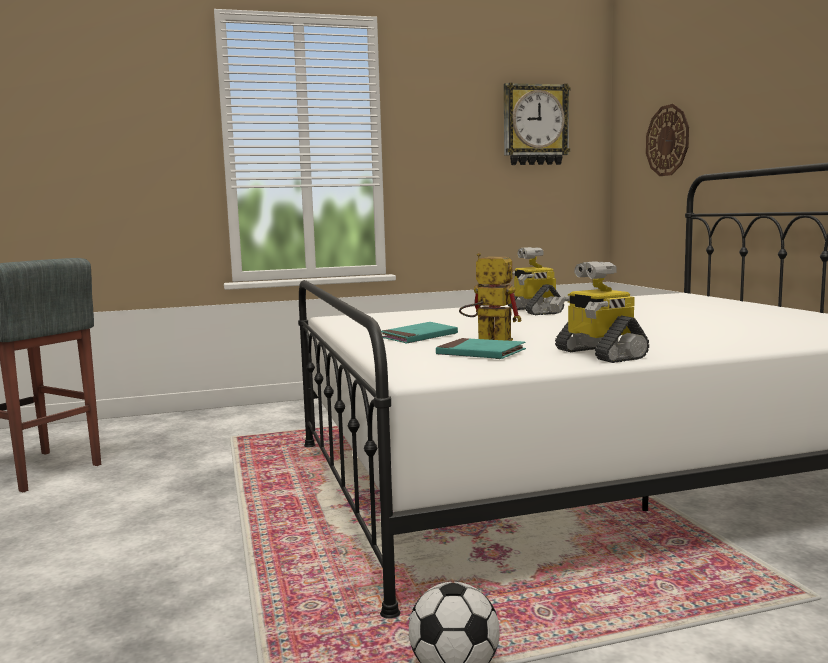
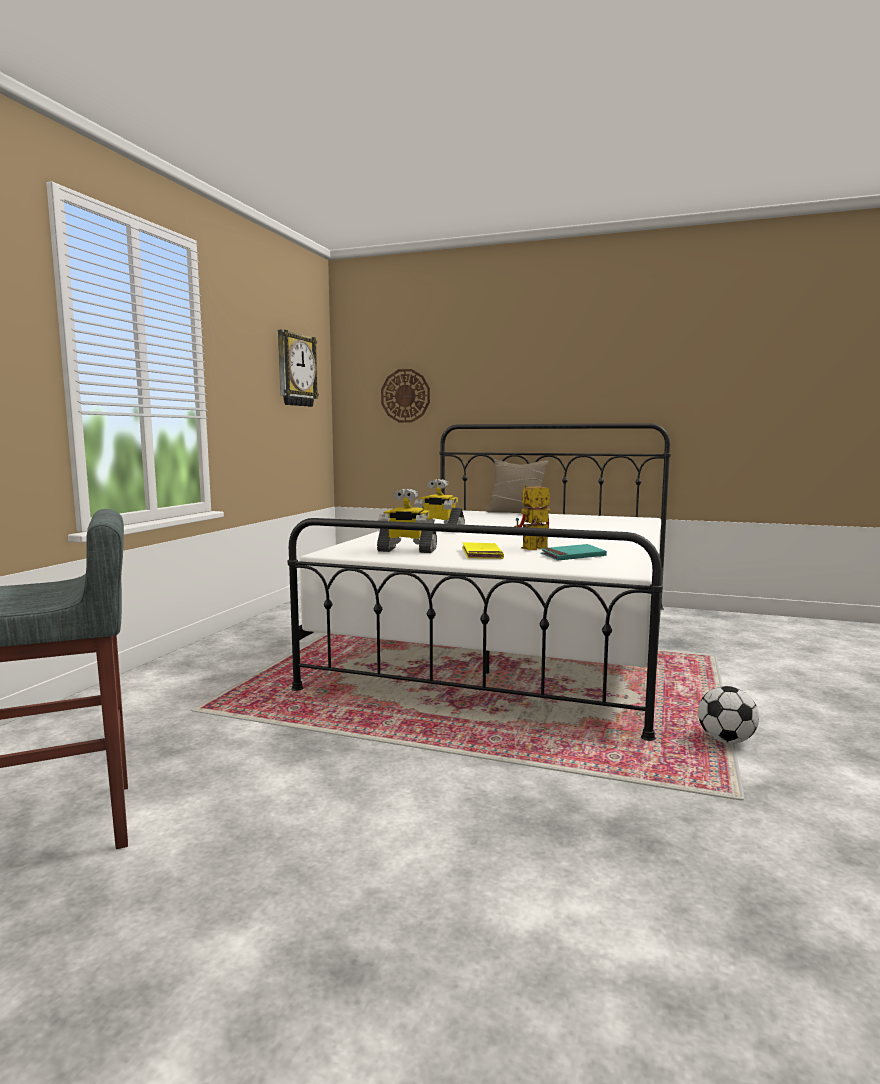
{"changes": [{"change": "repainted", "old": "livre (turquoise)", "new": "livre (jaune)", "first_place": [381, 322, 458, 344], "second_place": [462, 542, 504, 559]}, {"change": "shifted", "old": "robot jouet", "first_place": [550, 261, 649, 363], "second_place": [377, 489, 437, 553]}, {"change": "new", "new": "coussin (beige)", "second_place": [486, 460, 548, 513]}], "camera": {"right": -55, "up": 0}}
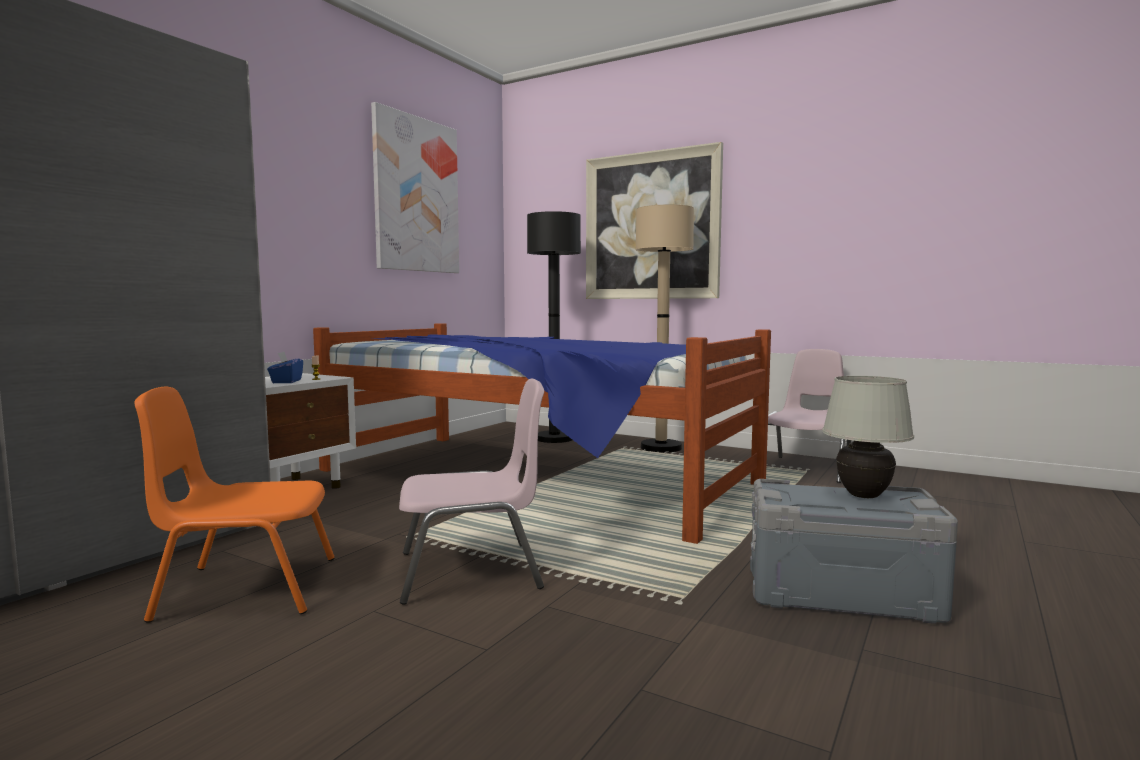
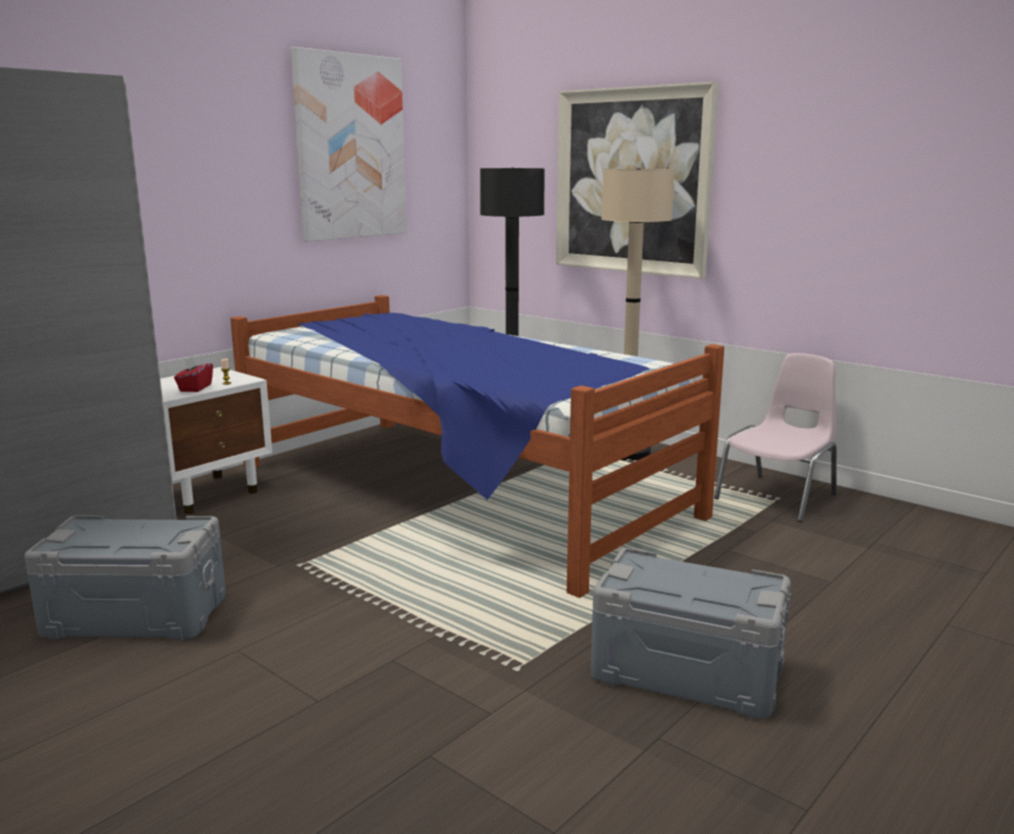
{"changes": [{"change": "swapped", "old": "chaise (orange)", "new": "boîte de rangement (gris)", "first_place": [134, 386, 335, 623], "second_place": [24, 515, 226, 640]}, {"change": "repainted", "old": "boîte à mouchoirs (bleu)", "new": "boîte à mouchoirs (rouge)", "first_place": [267, 352, 303, 383], "second_place": [174, 356, 213, 392]}, {"change": "gone", "old": "chaise (rose)", "first_place": [399, 378, 544, 605]}, {"change": "gone", "old": "lampe de table (blanc)", "first_place": [822, 376, 914, 498]}], "camera": {"right": 10, "up": 10}}
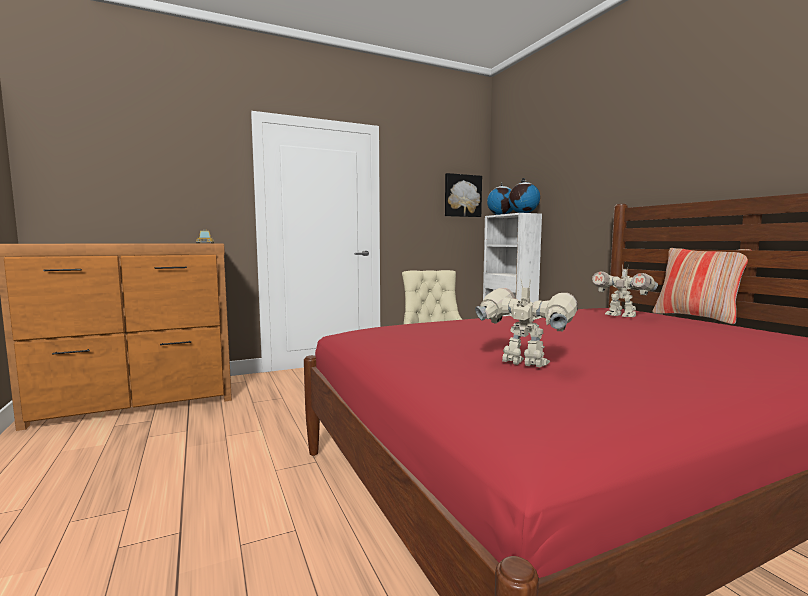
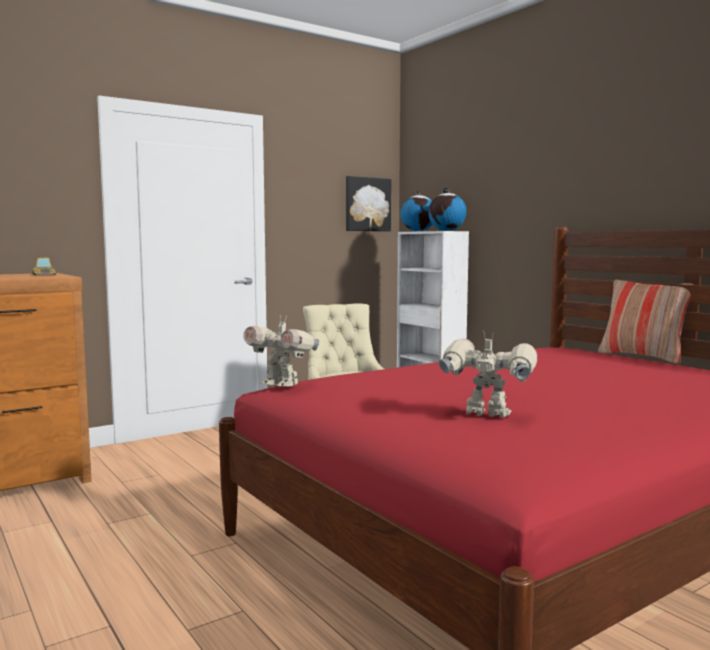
{"changes": [{"change": "shifted", "old": "robot jouet", "first_place": [592, 264, 658, 317], "second_place": [243, 316, 320, 387]}], "camera": {"right": -10, "up": 0}}
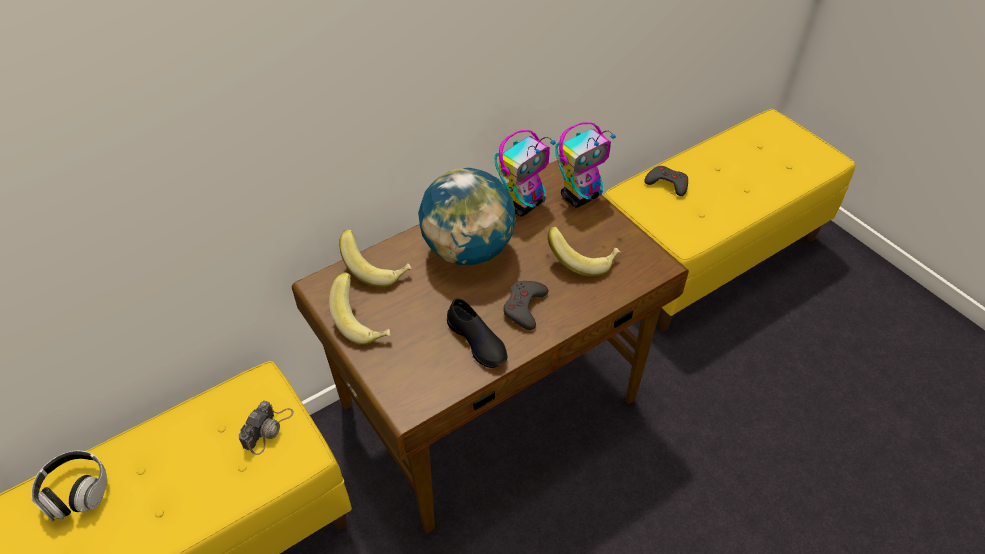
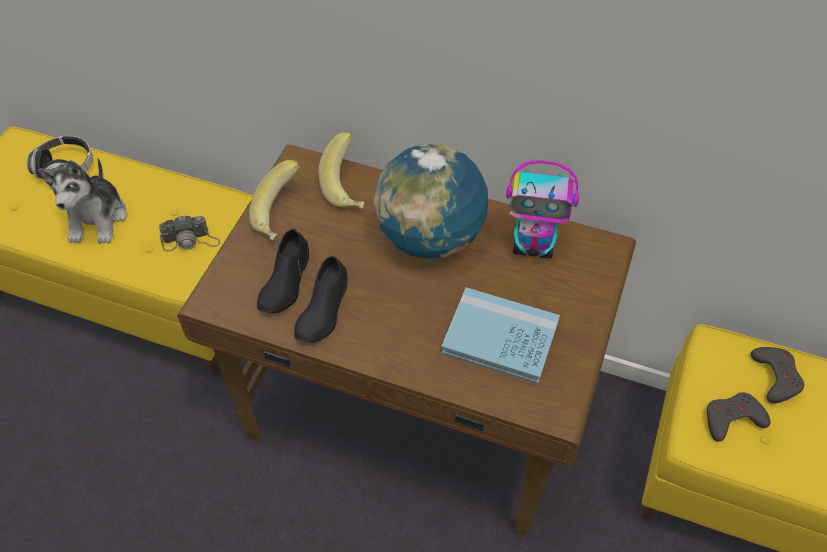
{"changes": [{"change": "shifted", "old": "manette (gris)", "first_place": [503, 281, 548, 330], "second_place": [707, 392, 770, 442]}, {"change": "swapped", "old": "banane", "new": "livre (bleu)", "first_place": [548, 227, 620, 276], "second_place": [441, 287, 560, 384]}, {"change": "gone", "old": "robot jouet", "first_place": [555, 122, 616, 208]}, {"change": "new", "new": "peluche", "second_place": [38, 159, 127, 244]}, {"change": "new", "new": "chaussure (noir)", "second_place": [257, 229, 309, 313]}], "camera": {"right": 55, "up": 5}}
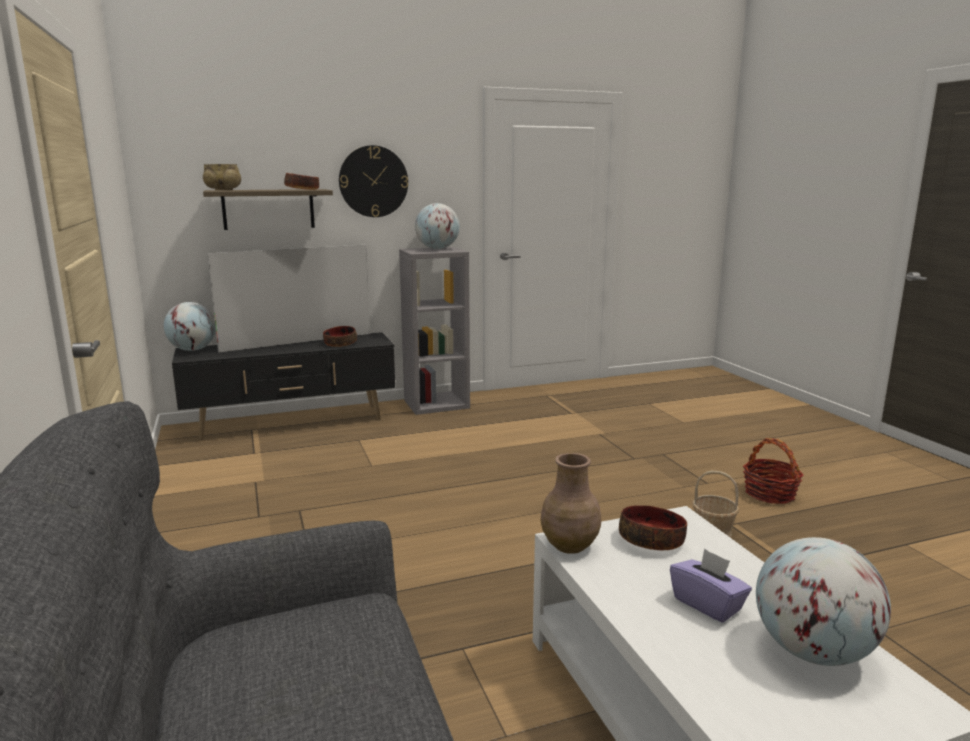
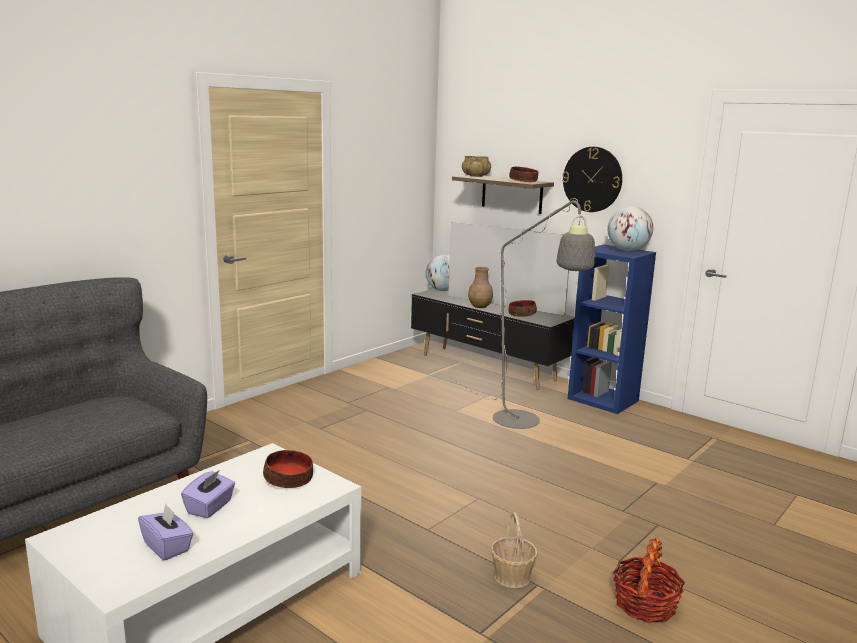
{"changes": [{"change": "repainted", "old": "bibliothèque (gris)", "new": "bibliothèque (bleu)", "first_place": [399, 247, 470, 415], "second_place": [568, 244, 656, 414]}, {"change": "shifted", "old": "vase (marron)", "first_place": [541, 453, 601, 554], "second_place": [468, 267, 493, 308]}, {"change": "swapped", "old": "globe", "new": "boîte à mouchoirs (violet)", "first_place": [756, 537, 891, 666], "second_place": [138, 504, 193, 560]}, {"change": "new", "new": "lampadaire (gris)", "second_place": [450, 198, 595, 429]}], "camera": {"right": 60, "up": 0}}
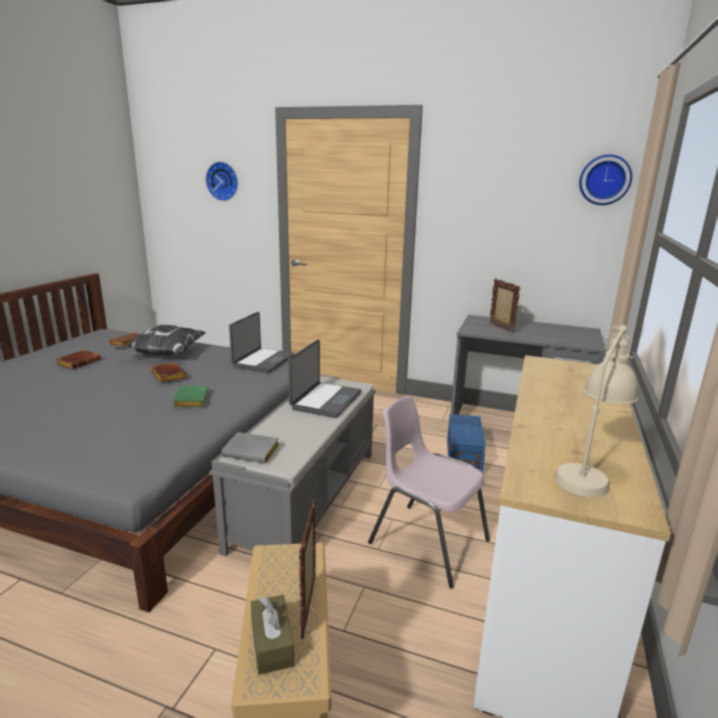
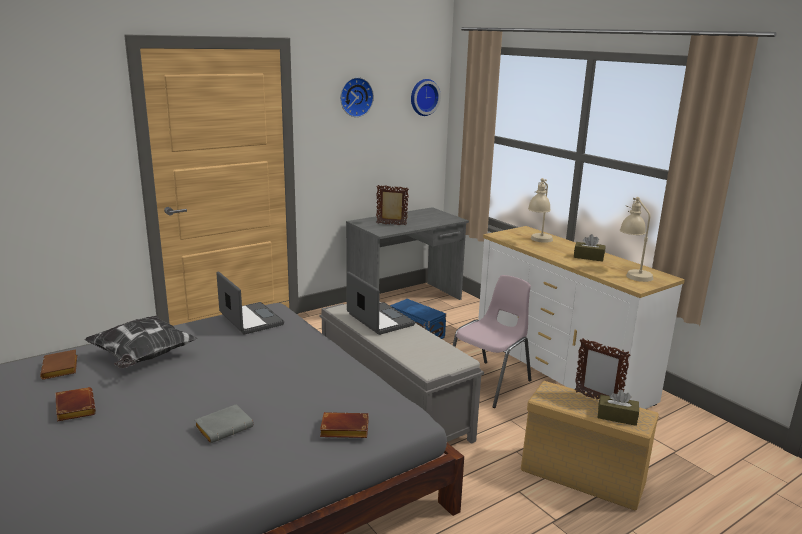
{"changes": [{"change": "shifted", "old": "livre (marron)", "first_place": [151, 363, 187, 382], "second_place": [320, 412, 369, 438]}, {"change": "gone", "old": "livre (vert)", "first_place": [173, 386, 209, 407]}, {"change": "shifted", "old": "horloge murale", "first_place": [206, 162, 238, 201], "second_place": [340, 77, 374, 117]}, {"change": "shifted", "old": "livre (gris)", "first_place": [222, 432, 279, 463], "second_place": [194, 404, 253, 444]}, {"change": "rotated", "old": "chaise (rose)", "first_place": [368, 396, 490, 588], "second_place": [453, 275, 531, 408], "degrees": 150}, {"change": "new", "new": "lampe de table (beige)", "second_place": [528, 178, 553, 243]}, {"change": "new", "new": "boîte à mouchoirs (marron)", "second_place": [574, 234, 605, 262]}], "camera": {"right": -55, "up": 0}}
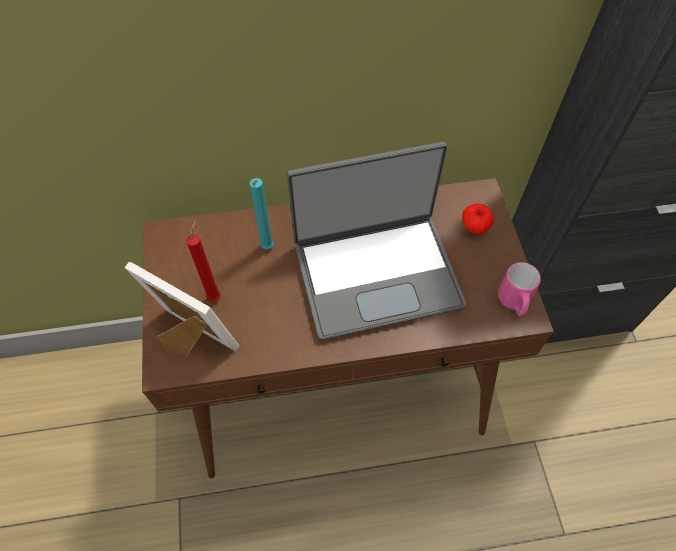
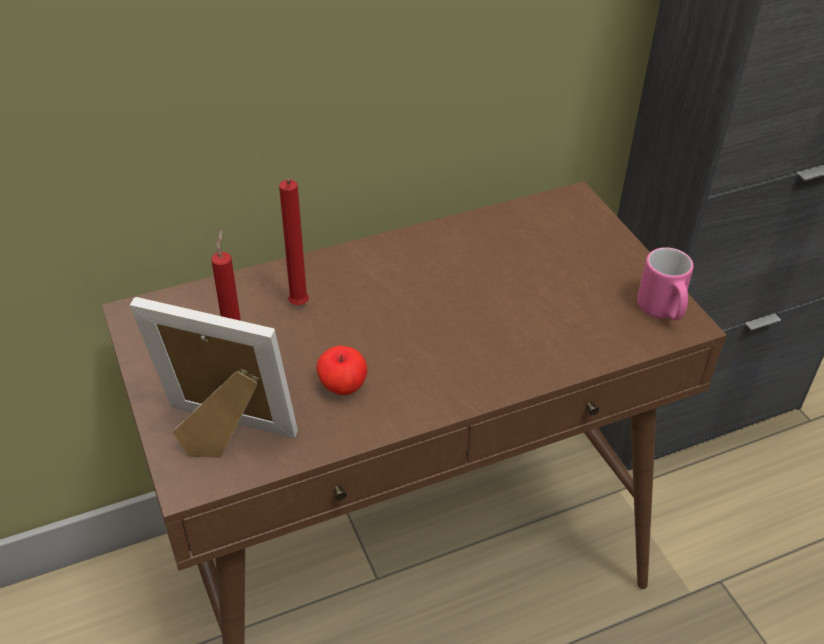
{"changes": [{"change": "repainted", "old": "bougie (turquoise)", "new": "bougie (rouge)", "first_place": [250, 178, 274, 249], "second_place": [279, 178, 309, 305]}, {"change": "gone", "old": "ordinateur portable", "first_place": [287, 142, 466, 340]}, {"change": "shifted", "old": "pomme", "first_place": [462, 203, 494, 234], "second_place": [316, 345, 367, 395]}], "camera": {"right": -15, "up": -15}}
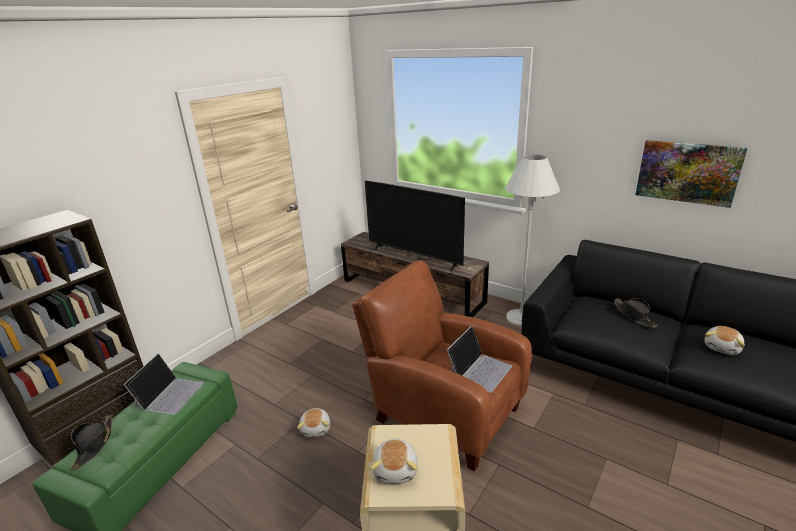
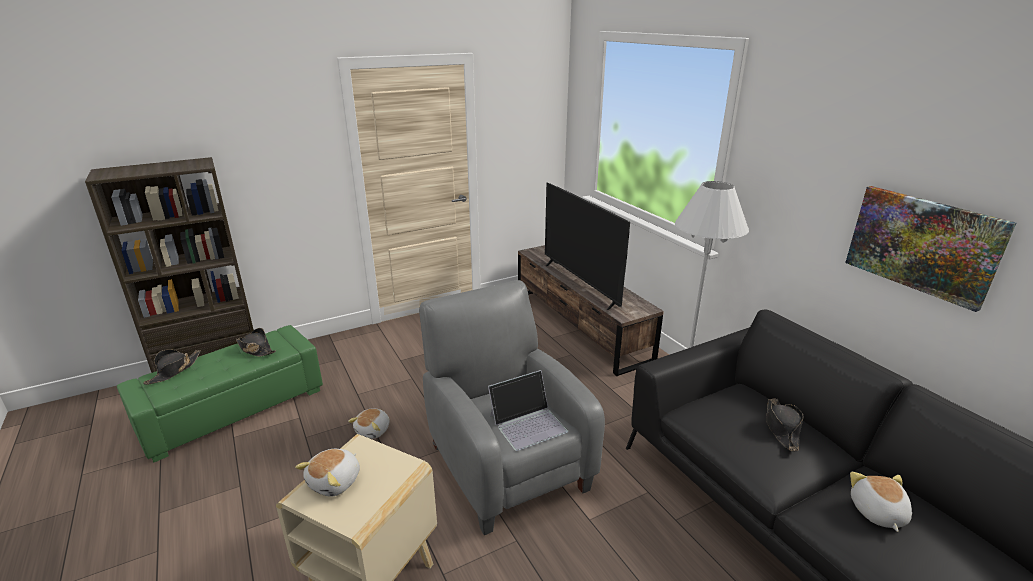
{"changes": [{"change": "swapped", "old": "ordinateur portable", "new": "chapeau (noir)", "first_place": [123, 353, 204, 415], "second_place": [236, 328, 276, 357]}, {"change": "repainted", "old": "fauteuil (marron)", "new": "fauteuil (gris)", "first_place": [352, 260, 532, 471], "second_place": [419, 280, 605, 535]}, {"change": "rotated", "old": "peluche", "first_place": [704, 326, 745, 355], "second_place": [850, 472, 912, 532], "degrees": 120}], "camera": {"right": 25, "up": 0}}
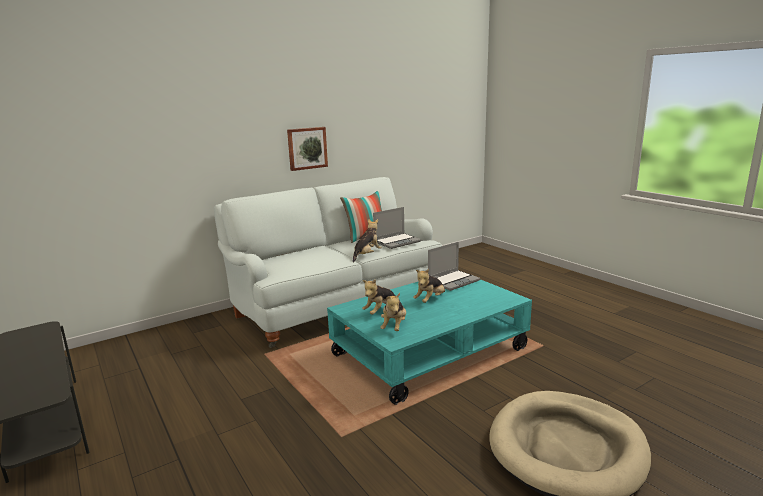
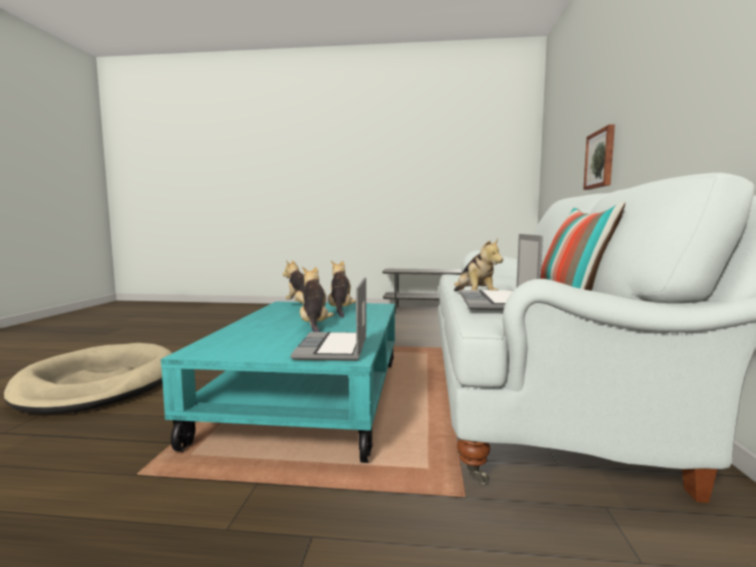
{"changes": [{"change": "shifted", "old": "tableau", "first_place": [287, 127, 328, 171], "second_place": [583, 124, 615, 190]}], "camera": {"right": 130, "up": -10}}
